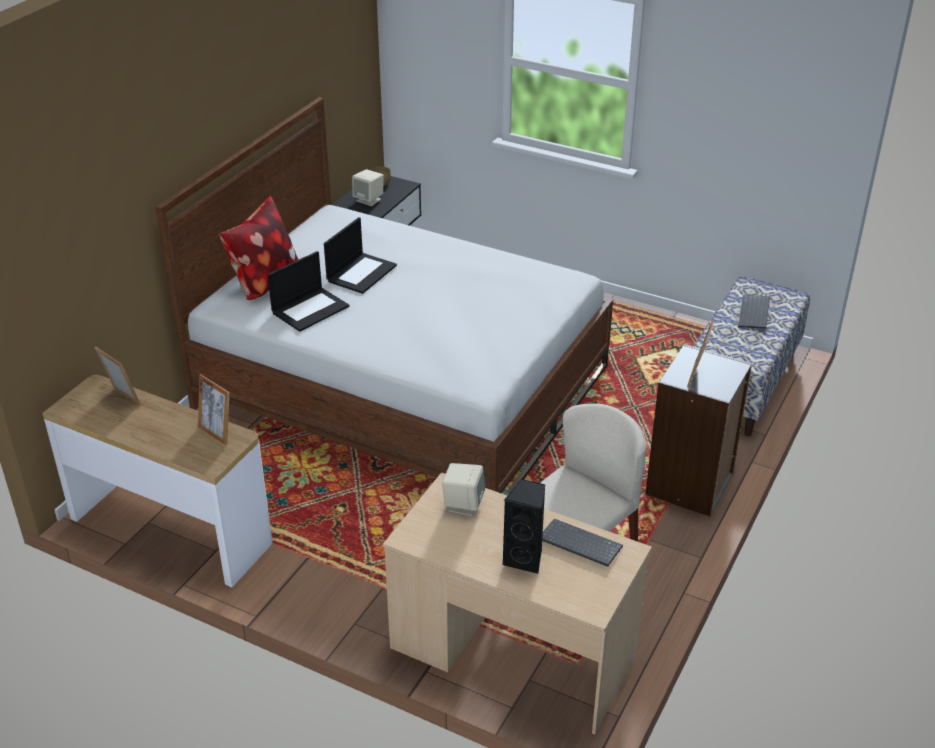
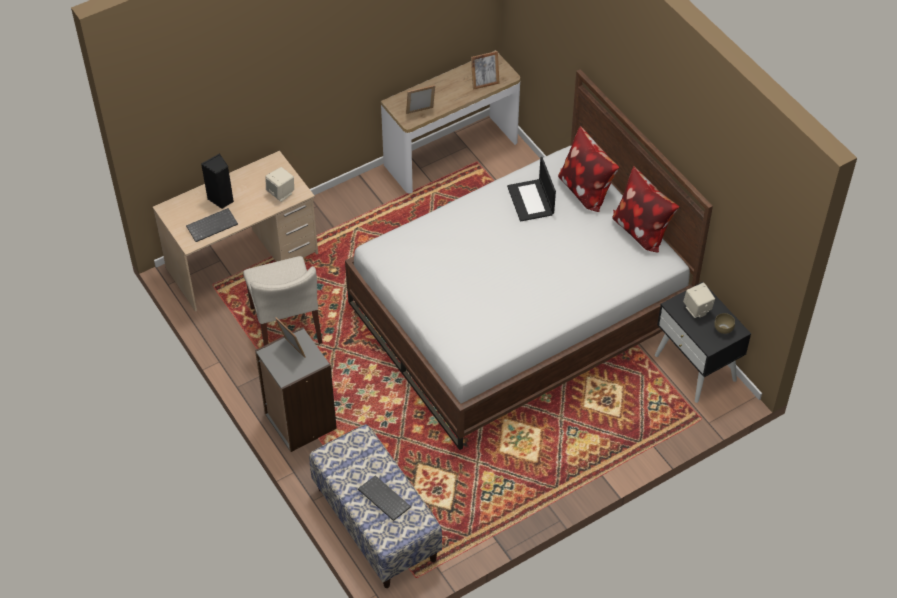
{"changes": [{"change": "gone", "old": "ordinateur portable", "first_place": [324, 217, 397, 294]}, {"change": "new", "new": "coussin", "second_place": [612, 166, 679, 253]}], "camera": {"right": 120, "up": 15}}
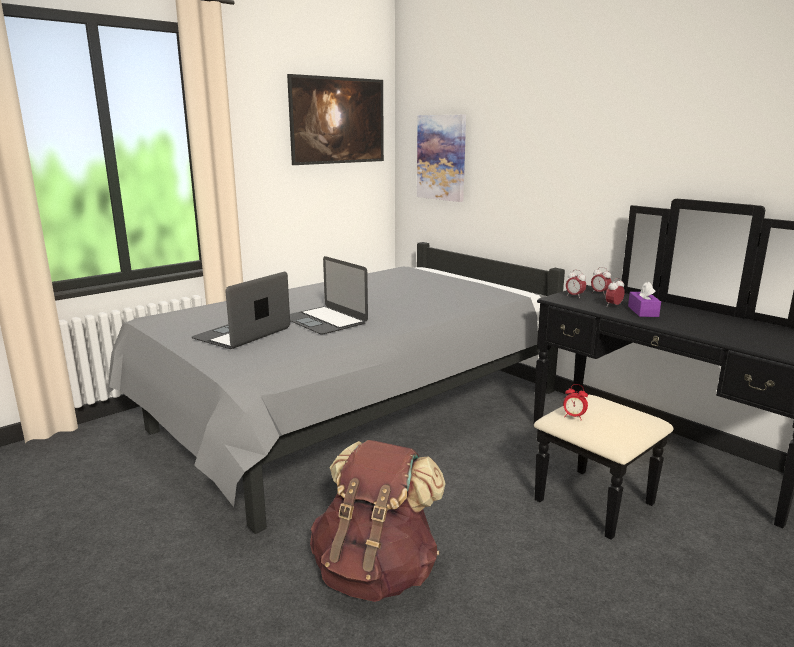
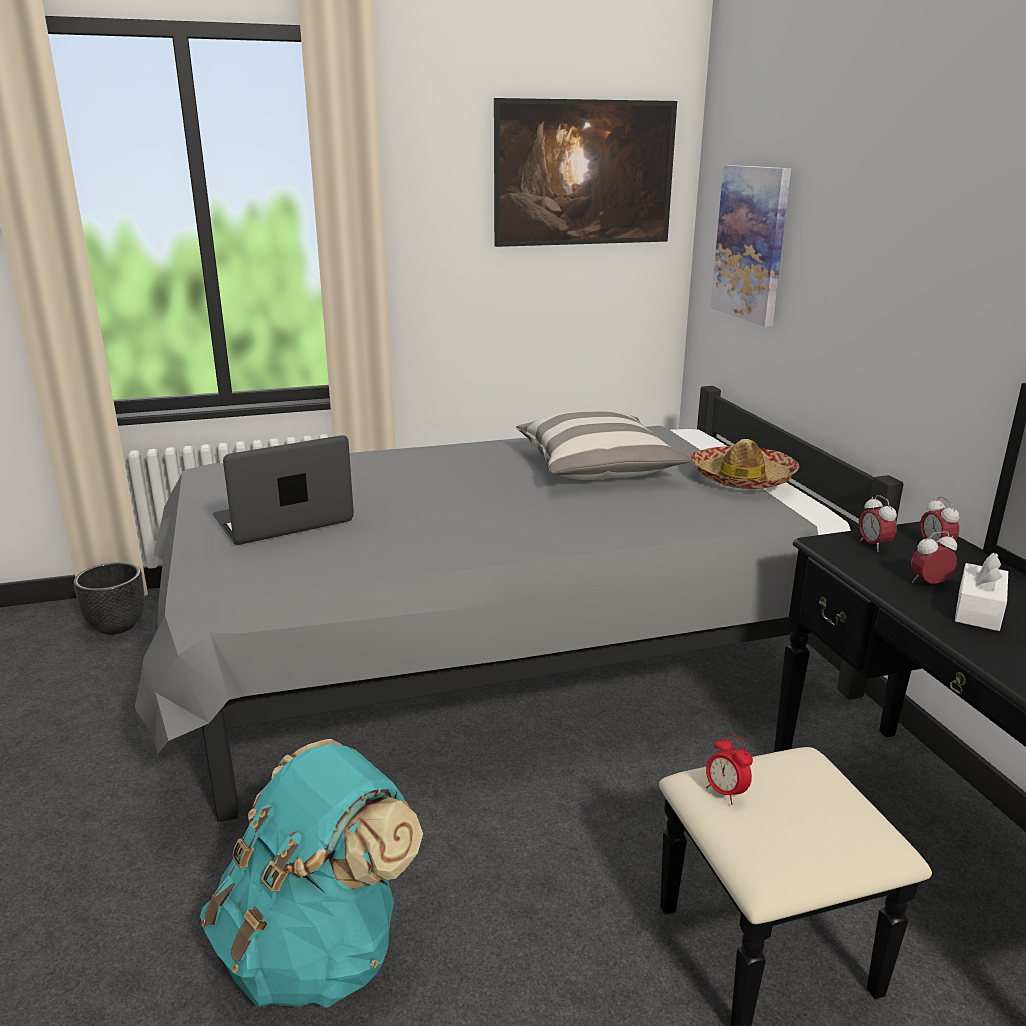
{"changes": [{"change": "gone", "old": "ordinateur portable", "first_place": [290, 256, 368, 335]}, {"change": "repainted", "old": "sac à dos (marron)", "new": "sac à dos (turquoise)", "first_place": [310, 440, 446, 602], "second_place": [200, 739, 423, 1008]}, {"change": "repainted", "old": "boîte à mouchoirs (violet)", "new": "boîte à mouchoirs (blanc)", "first_place": [628, 281, 661, 317], "second_place": [955, 553, 1008, 631]}, {"change": "new", "new": "cache-pot (noir)", "second_place": [73, 562, 145, 635]}, {"change": "new", "new": "coussin", "second_place": [516, 411, 692, 480]}, {"change": "new", "new": "chapeau", "second_place": [690, 439, 799, 489]}], "camera": {"right": 25, "up": 5}}
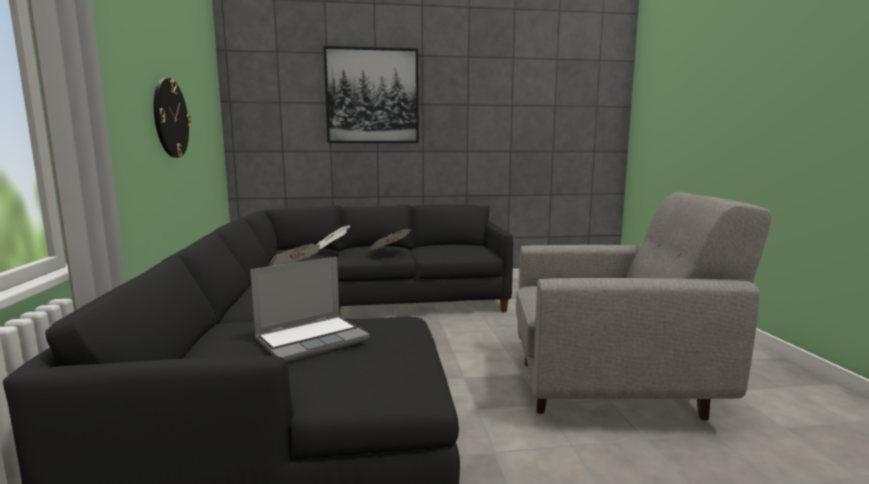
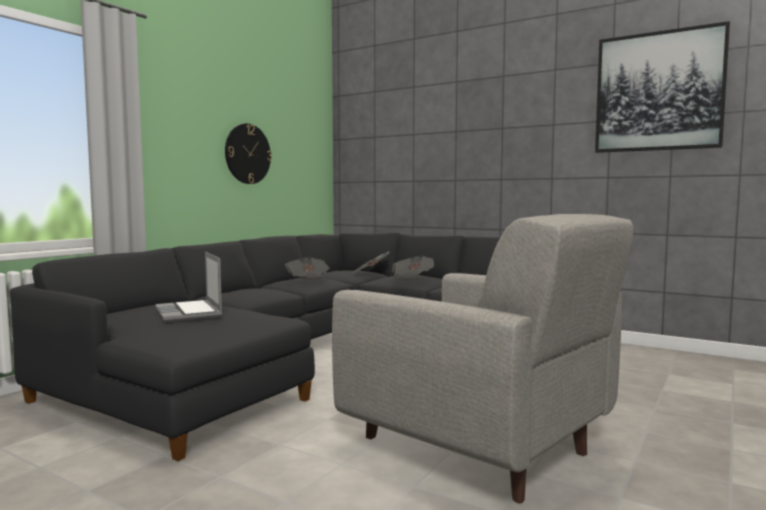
{"changes": [{"change": "rotated", "old": "ordinateur portable", "first_place": [250, 257, 370, 362], "second_place": [155, 252, 222, 322], "degrees": 60}, {"change": "shifted", "old": "tableau", "first_place": [323, 46, 419, 143], "second_place": [595, 21, 730, 153]}], "camera": {"right": 40, "up": -5}}
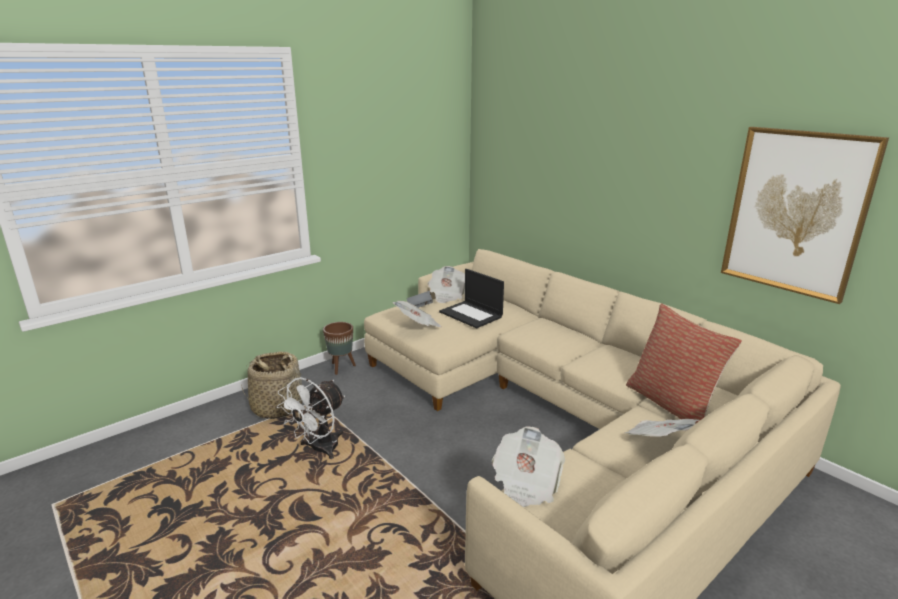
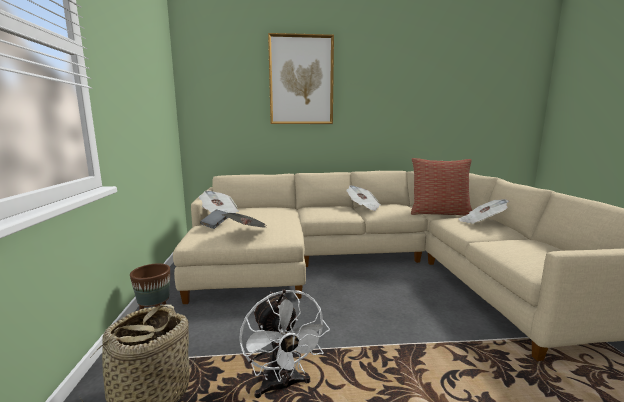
{"changes": [{"change": "gone", "old": "ordinateur portable", "first_place": [439, 269, 504, 328]}, {"change": "shifted", "old": "journal", "first_place": [492, 426, 565, 507], "second_place": [347, 185, 381, 211]}, {"change": "shifted", "old": "tableau", "first_place": [721, 127, 889, 304], "second_place": [268, 33, 334, 124]}], "camera": {"right": -55, "up": -10}}
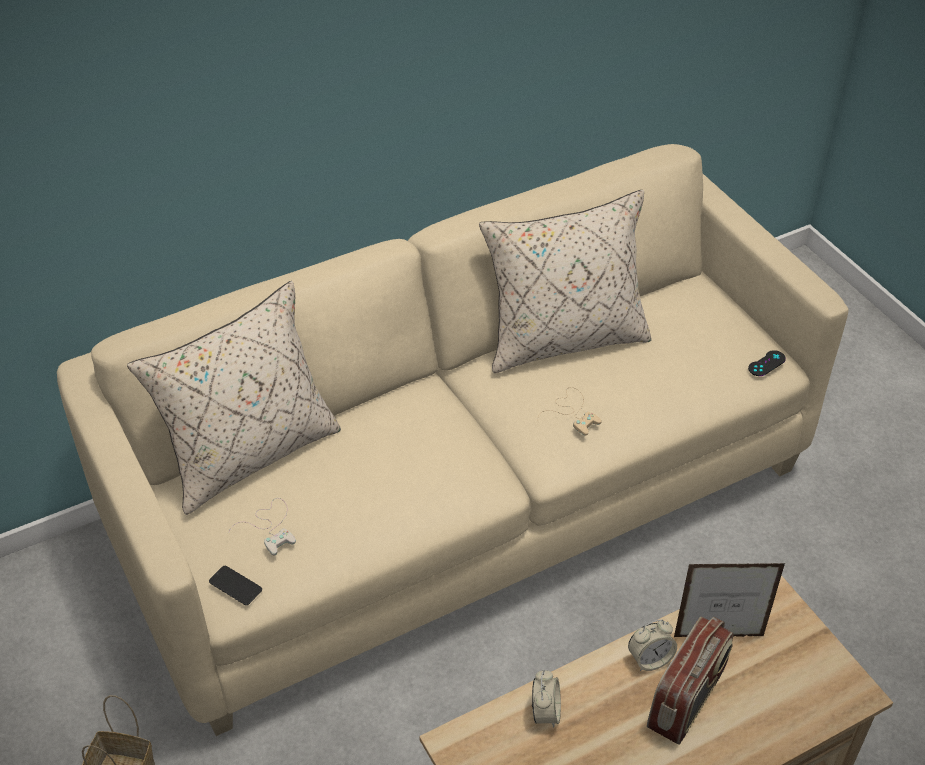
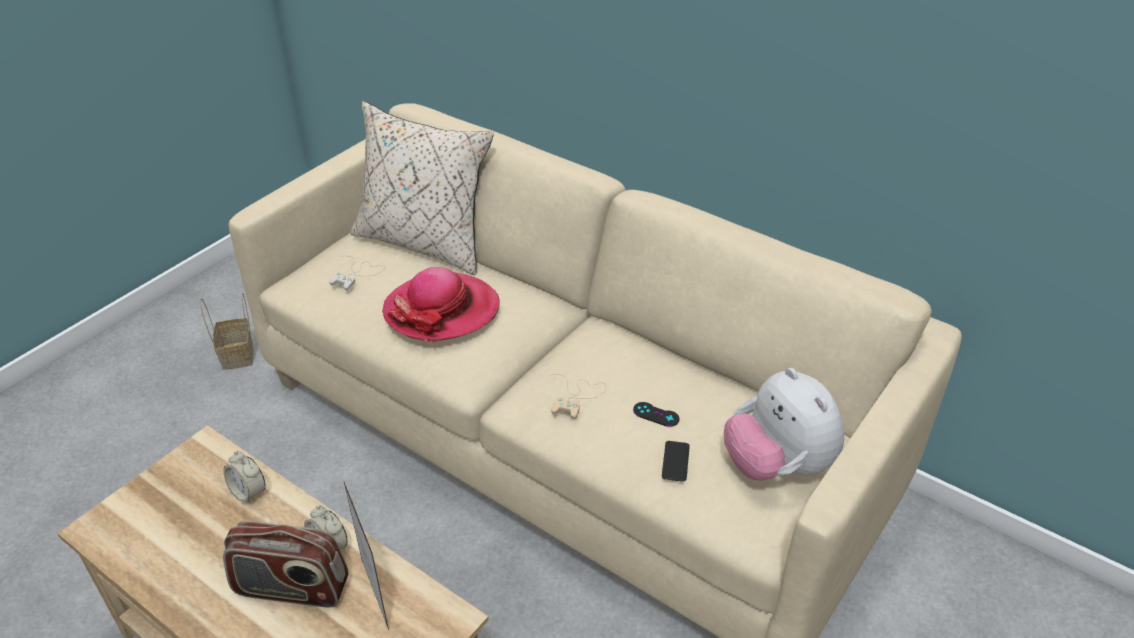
{"changes": [{"change": "shifted", "old": "téléphone", "first_place": [209, 566, 262, 605], "second_place": [662, 441, 690, 482]}, {"change": "gone", "old": "coussin (beige)", "first_place": [479, 190, 652, 373]}, {"change": "rotated", "old": "réveil", "first_place": [532, 670, 561, 728], "second_place": [223, 451, 265, 504], "degrees": 60}, {"change": "shifted", "old": "manette (noir)", "first_place": [748, 350, 786, 376], "second_place": [633, 402, 679, 427]}, {"change": "new", "new": "chapeau", "second_place": [382, 267, 500, 342]}, {"change": "new", "new": "peluche", "second_place": [724, 368, 844, 481]}], "camera": {"right": 65, "up": -5}}
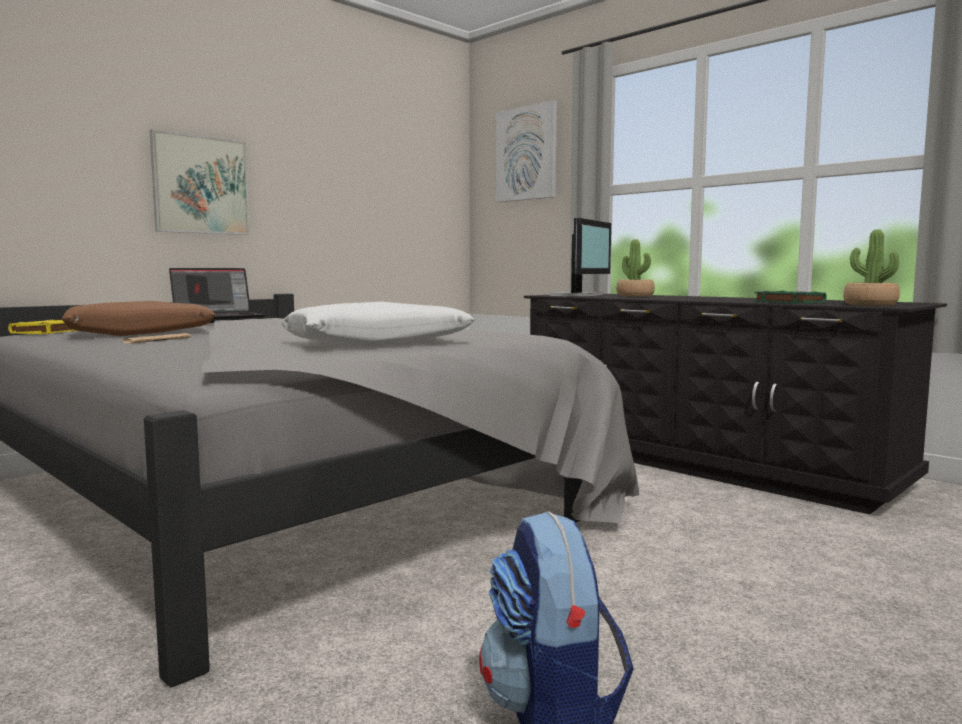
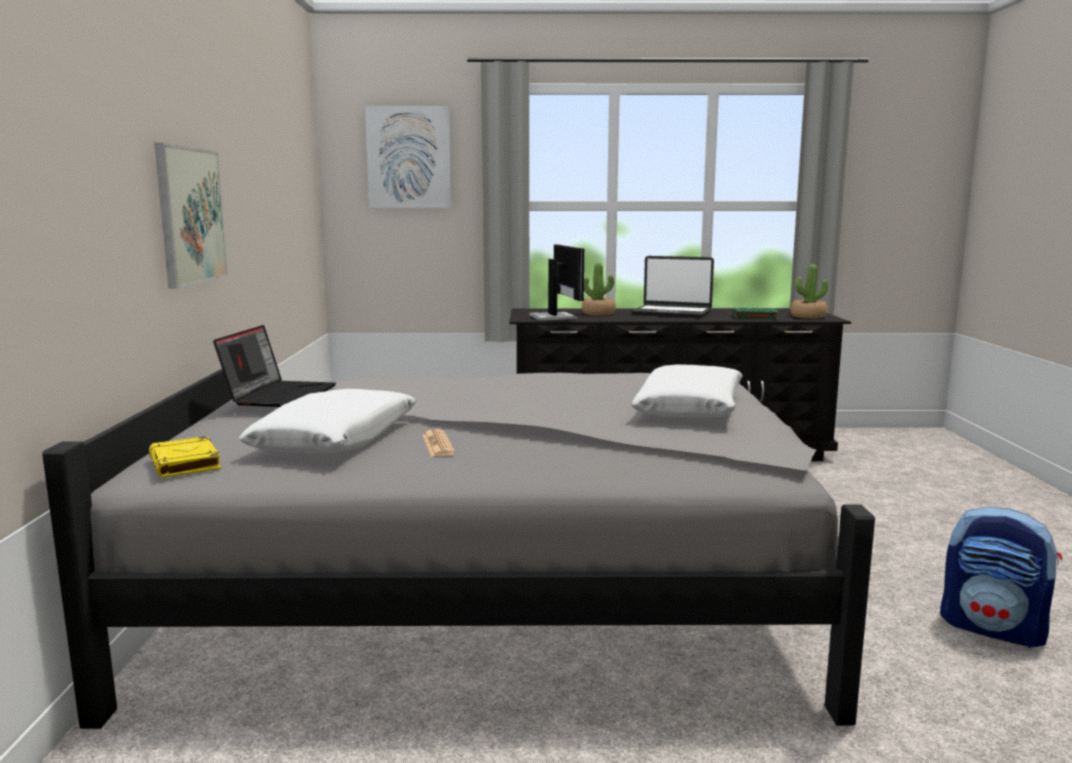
{"changes": [{"change": "repainted", "old": "coussin (marron)", "new": "coussin (blanc)", "first_place": [61, 301, 215, 336], "second_place": [239, 389, 417, 453]}, {"change": "new", "new": "ordinateur portable", "second_place": [632, 256, 714, 318]}], "camera": {"right": -45, "up": 5}}
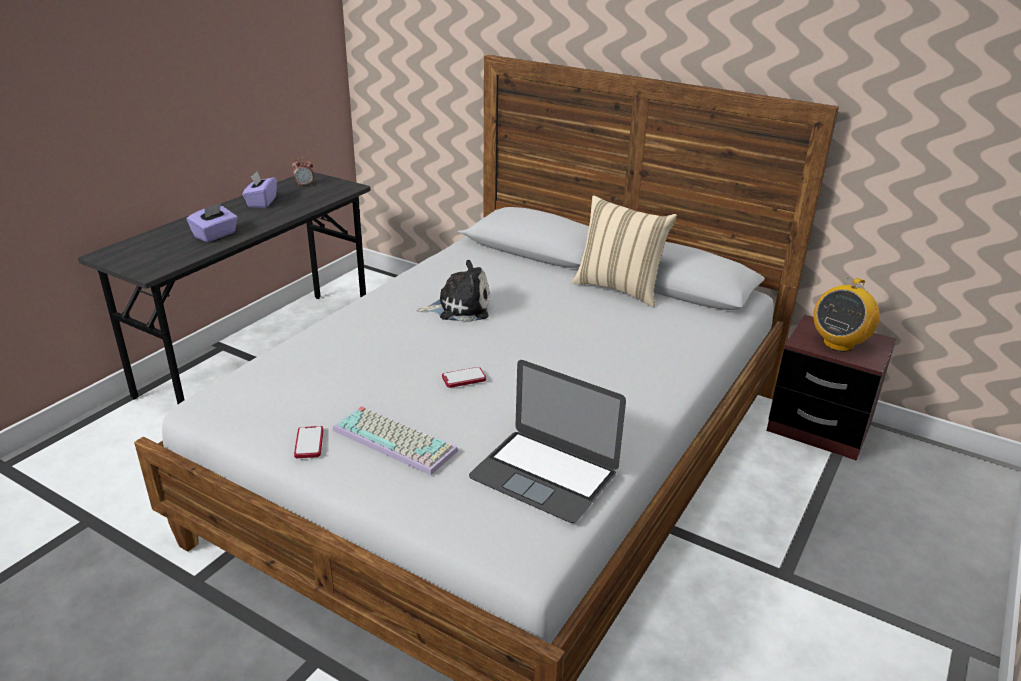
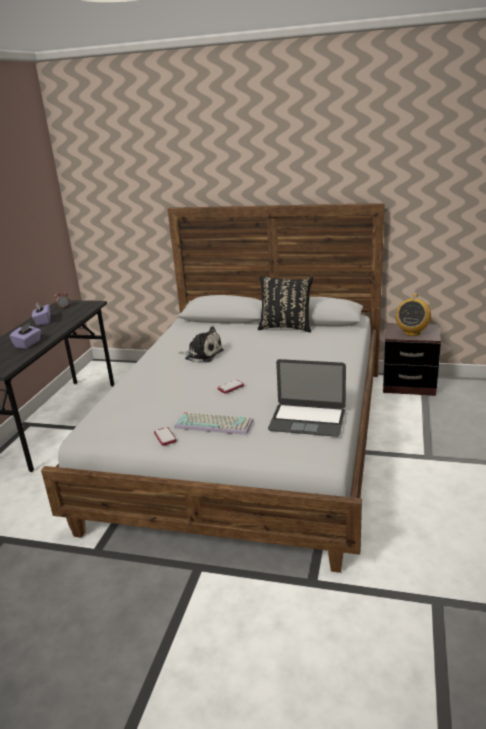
{"changes": [{"change": "rotated", "old": "peluche", "first_place": [417, 260, 490, 322], "second_place": [178, 326, 224, 363], "degrees": 45}, {"change": "repainted", "old": "coussin (beige)", "new": "coussin (noir)", "first_place": [572, 195, 677, 307], "second_place": [258, 276, 313, 332]}], "camera": {"right": -15, "up": -5}}
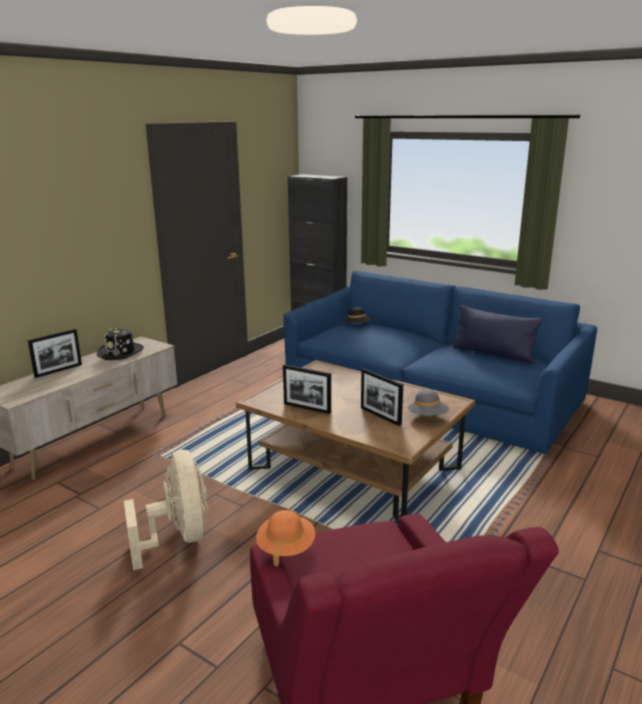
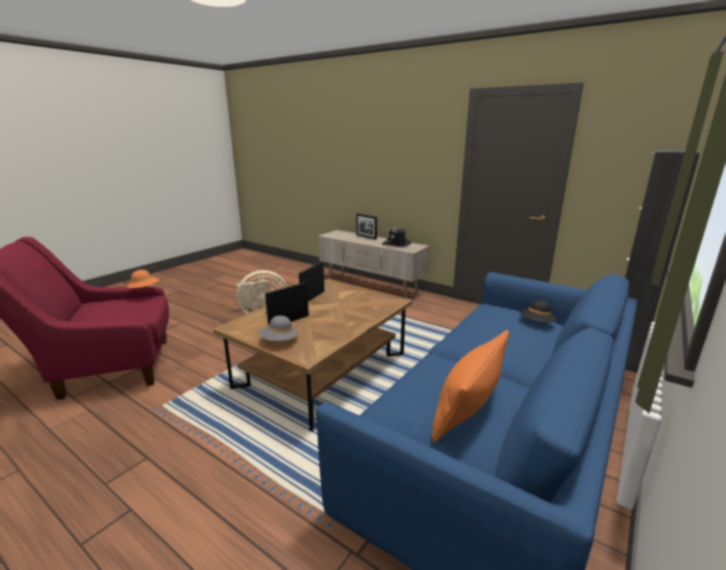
{"changes": [{"change": "repainted", "old": "coussin (bleu)", "new": "coussin (orange)", "first_place": [452, 305, 543, 364], "second_place": [432, 330, 509, 443]}], "camera": {"right": 90, "up": 0}}
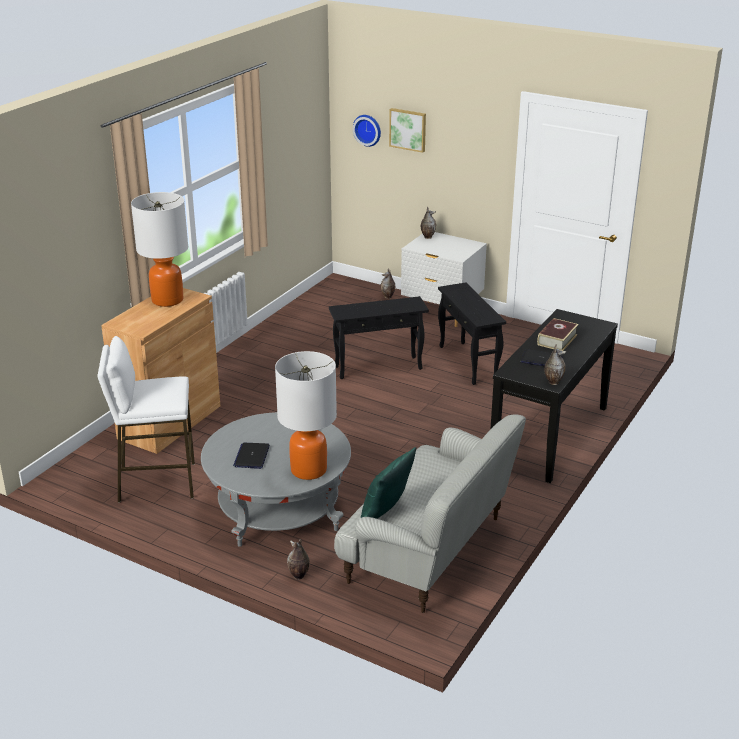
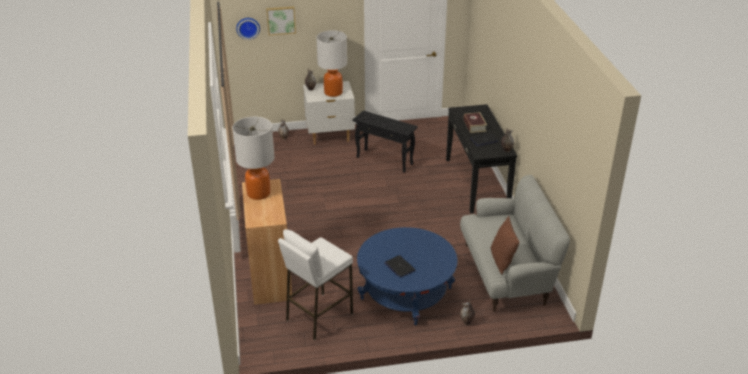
{"changes": [{"change": "repainted", "old": "table basse (gris)", "new": "table basse (bleu)", "first_place": [201, 412, 351, 547], "second_place": [357, 227, 458, 325]}, {"change": "shifted", "old": "lampe de table", "first_place": [275, 351, 337, 480], "second_place": [316, 30, 347, 97]}, {"change": "gone", "old": "table d'appoint (noir)", "first_place": [329, 296, 429, 379]}, {"change": "repainted", "old": "coussin (vert)", "new": "coussin (marron)", "first_place": [361, 447, 416, 519], "second_place": [491, 216, 520, 274]}], "camera": {"right": -40, "up": 5}}
